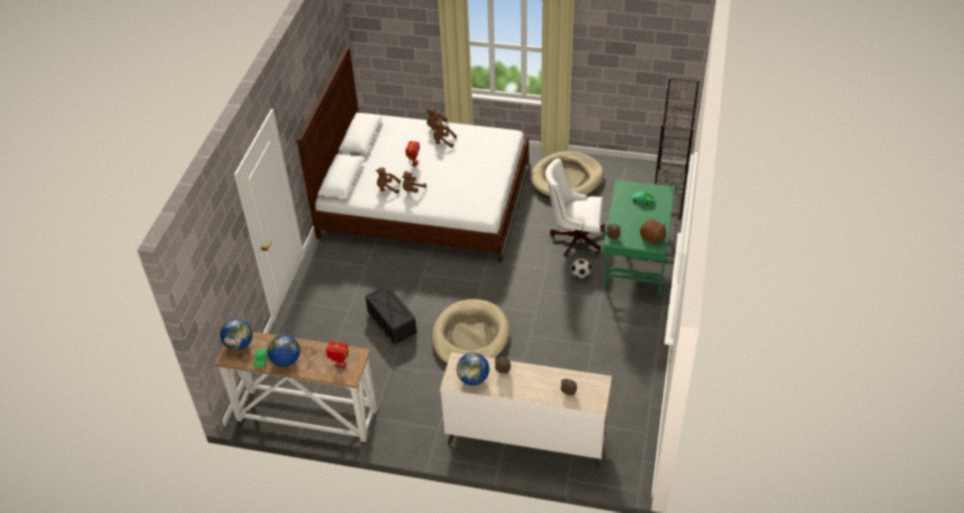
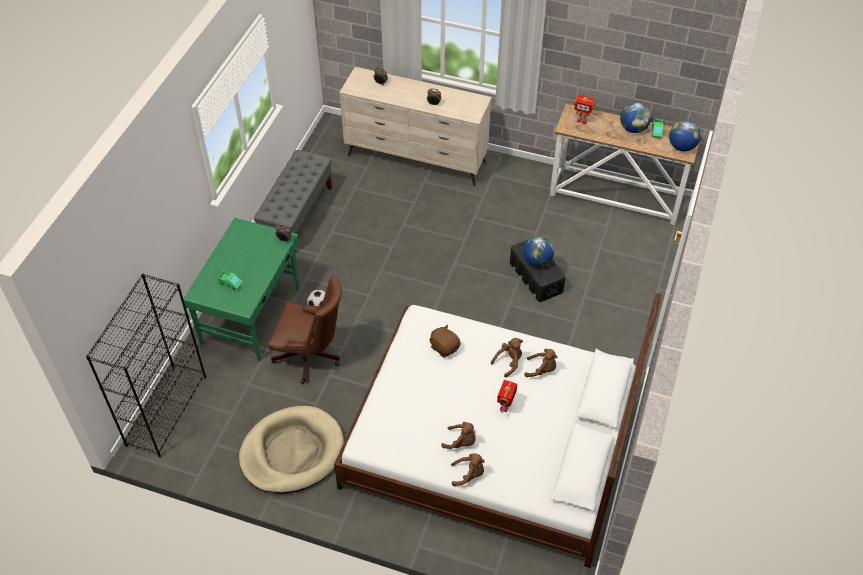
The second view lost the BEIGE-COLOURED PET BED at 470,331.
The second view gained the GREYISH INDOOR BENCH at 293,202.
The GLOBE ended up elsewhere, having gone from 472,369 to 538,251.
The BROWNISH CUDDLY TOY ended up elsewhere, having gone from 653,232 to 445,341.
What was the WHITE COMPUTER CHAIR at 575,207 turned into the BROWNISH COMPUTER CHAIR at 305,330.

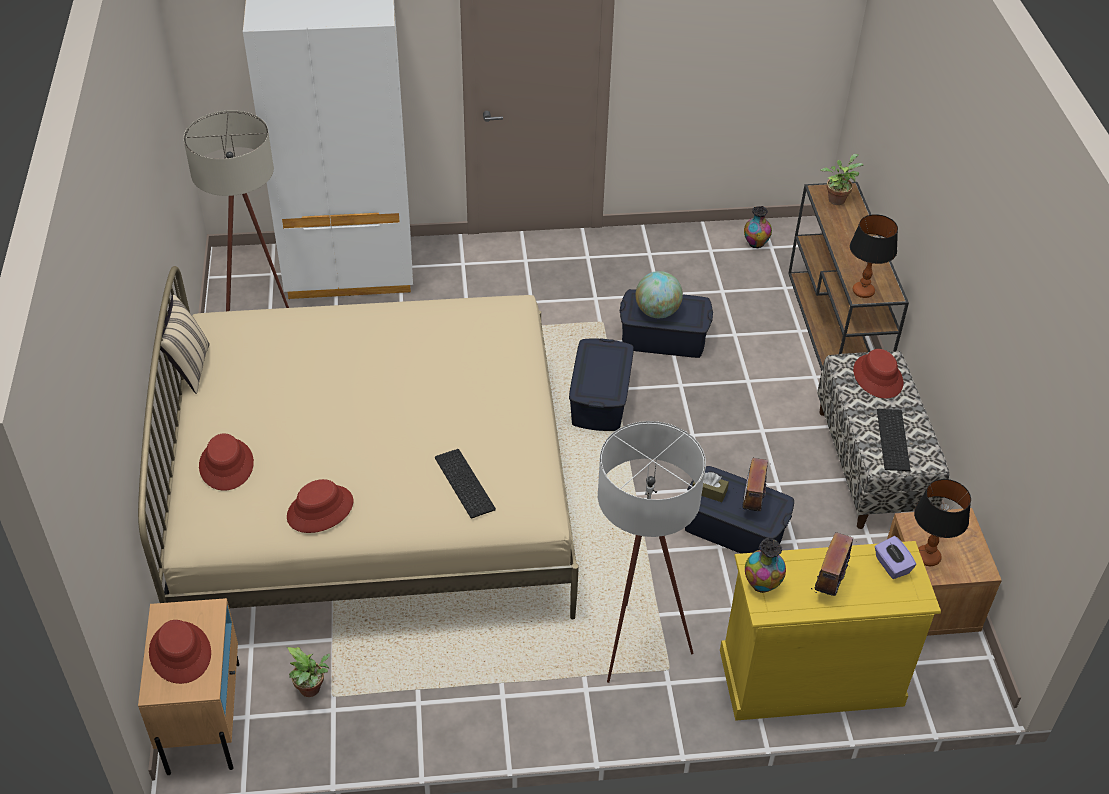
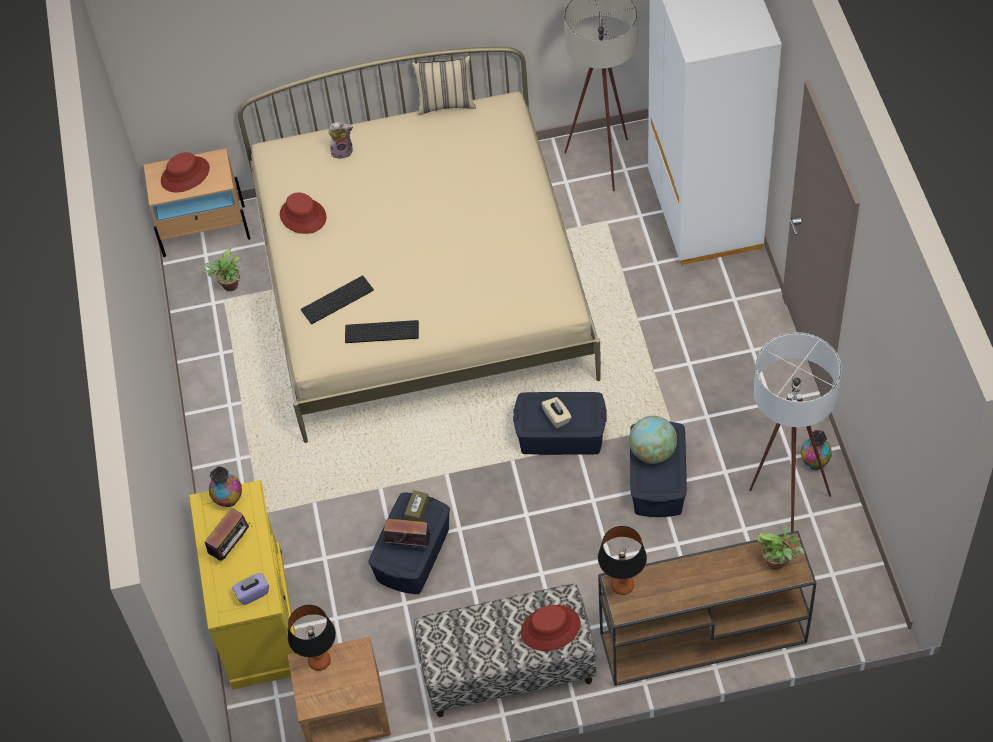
The second view gained the BEIGE-COLOURED TISSUE HOLDER at 556,412.
The WHITE STANDARD LAMP ended up elsewhere, having gone from 652,552 to 795,432.
The FLOWER VASE ended up elsewhere, having gone from 758,227 to 816,450.
The COMPUTER KEYBOARD ended up elsewhere, having gone from 893,440 to 382,331.
Where the RED-COLOURED CLOTHING HAT stood at 226,462, the CUDDLY TOY came to stand at 340,140.
The RADIO RECEIVER at 832,564 ended up facing another way, 105 degrees clockwise from before.

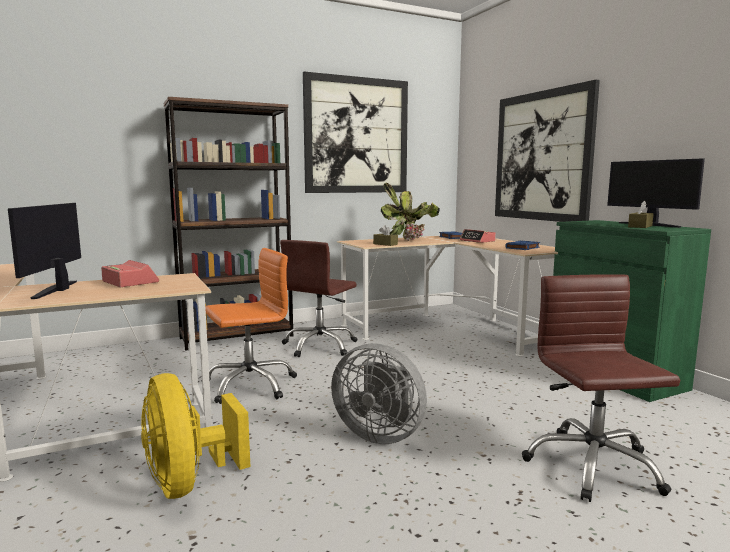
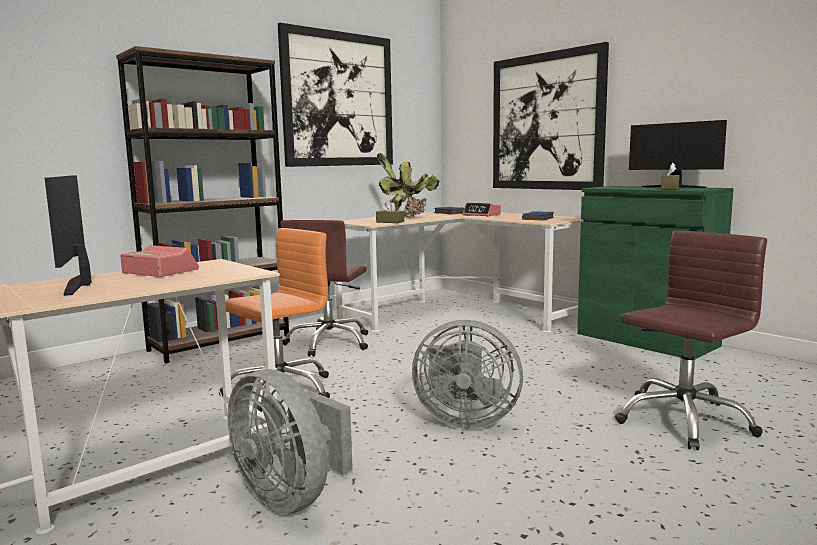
What was the YELLOWISH ELECTRIC FAN at 195,436 turned into the GREYISH ELECTRIC FAN at 290,441.
The BROWNISH COMPUTER CHAIR at 601,388 ended up facing another way, 75 degrees clockwise from before.

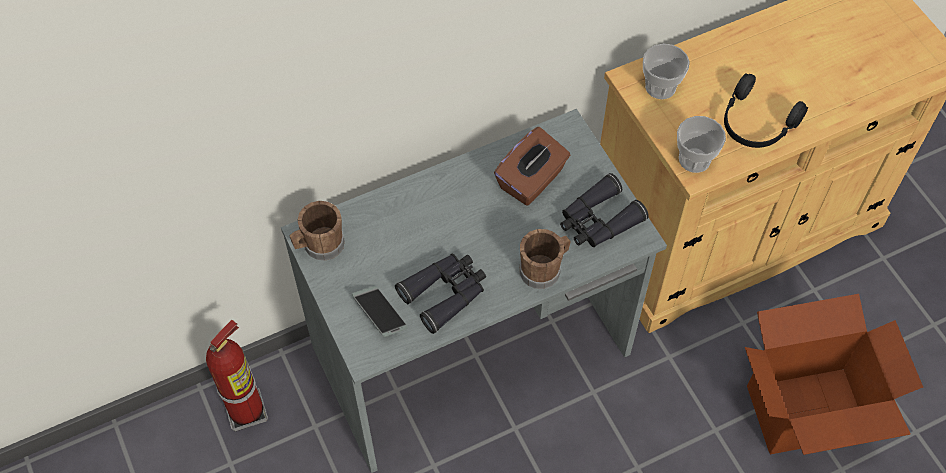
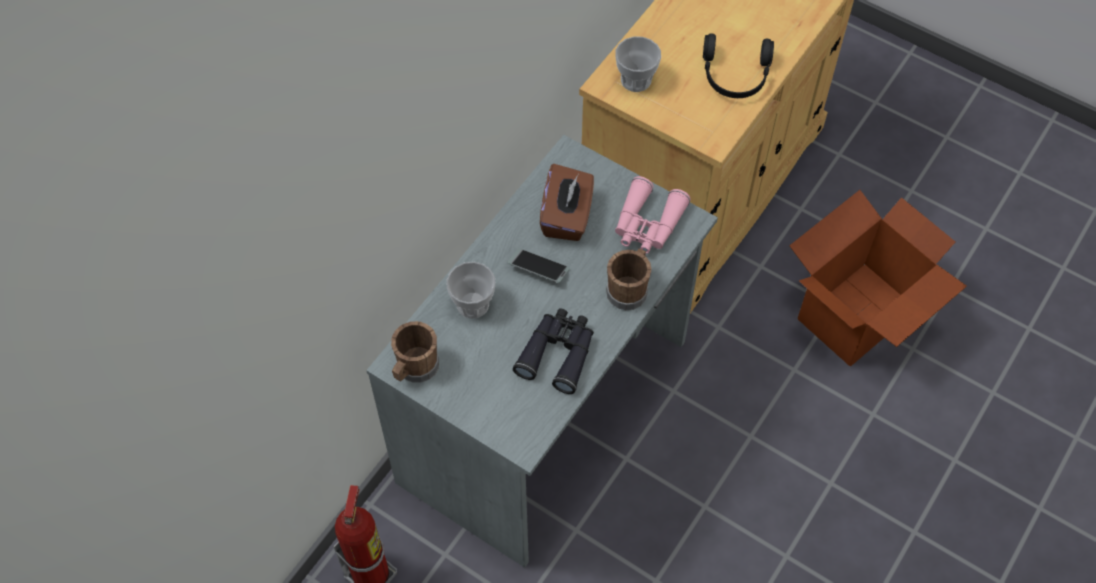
The HANDSET ended up elsewhere, having gone from 380,311 to 538,266.
The SMALL CUP ended up elsewhere, having gone from 701,144 to 471,290.
What was the BLACK-COLOURED FIELD GLASSES at 604,210 turned into the PINKISH FIELD GLASSES at 653,214.

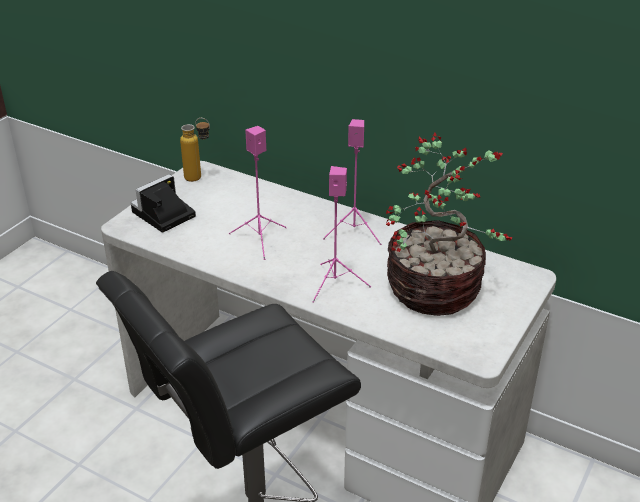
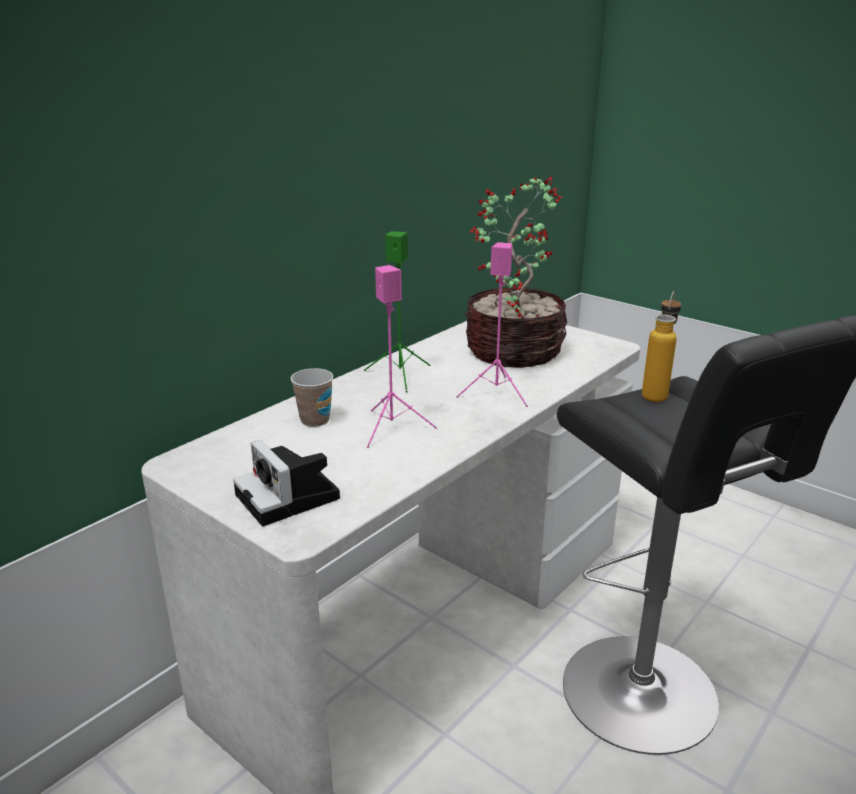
The second view gained the SMALL CUP at 311,397.
The DRINK BOTTLE ended up elsewhere, having gone from 195,150 to 661,346.
What was the PINKISH LOUDSPEAKER at 352,182 turned into the GREEN-COLOURED LOUDSPEAKER at 397,311.

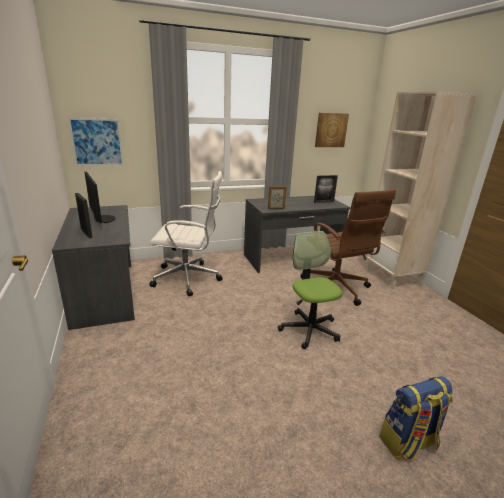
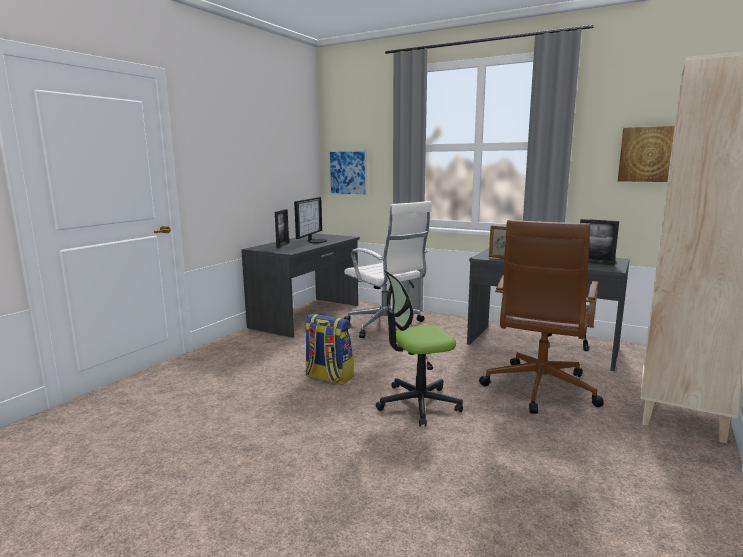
The BACKPACK ended up elsewhere, having gone from 416,419 to 329,349.
The COMPUTER CHAIR at 310,290 ended up facing another way, 135 degrees counterclockwise from before.

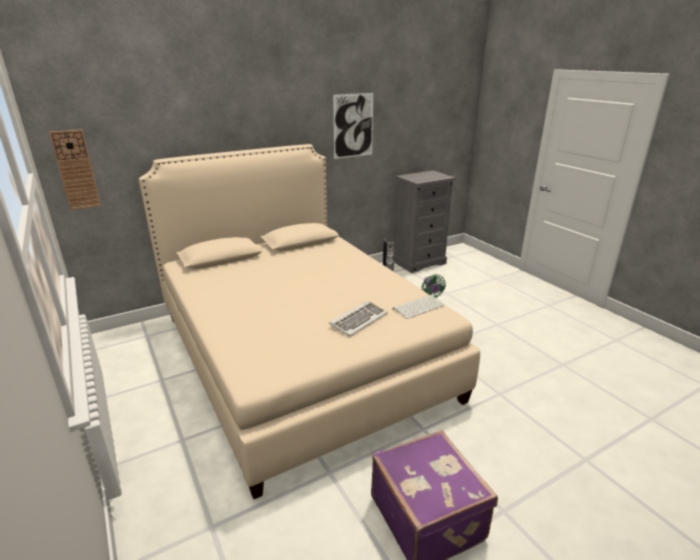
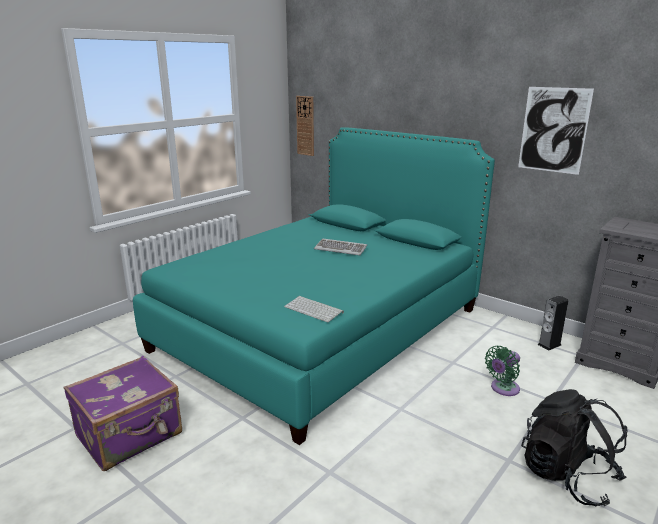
The second view gained the BLACK-COLOURED BACKPACK at 574,447.
The COMPUTER KEYBOARD ended up elsewhere, having gone from 358,318 to 340,246.
What was the BEIGE-COLOURED SLEEPING BED at 309,321 turned into the BLUE-GREEN SLEEPING BED at 314,286.

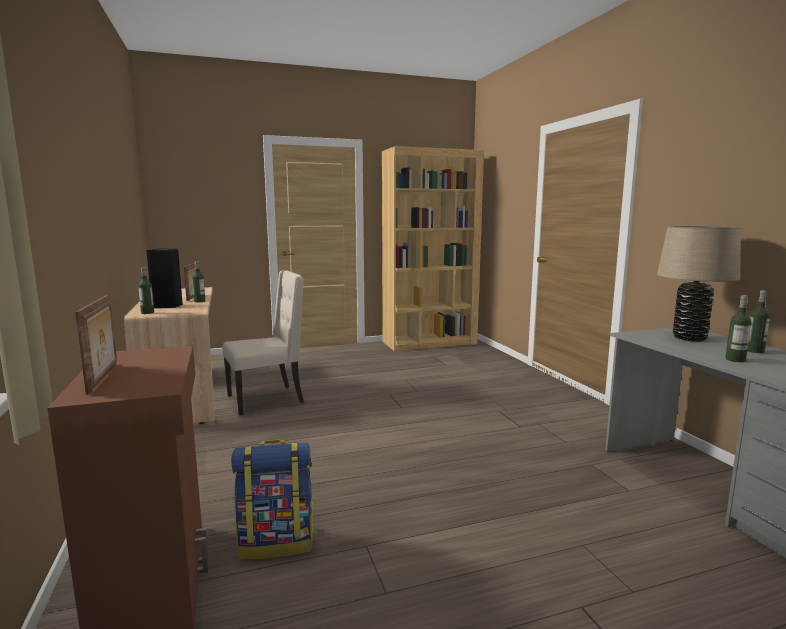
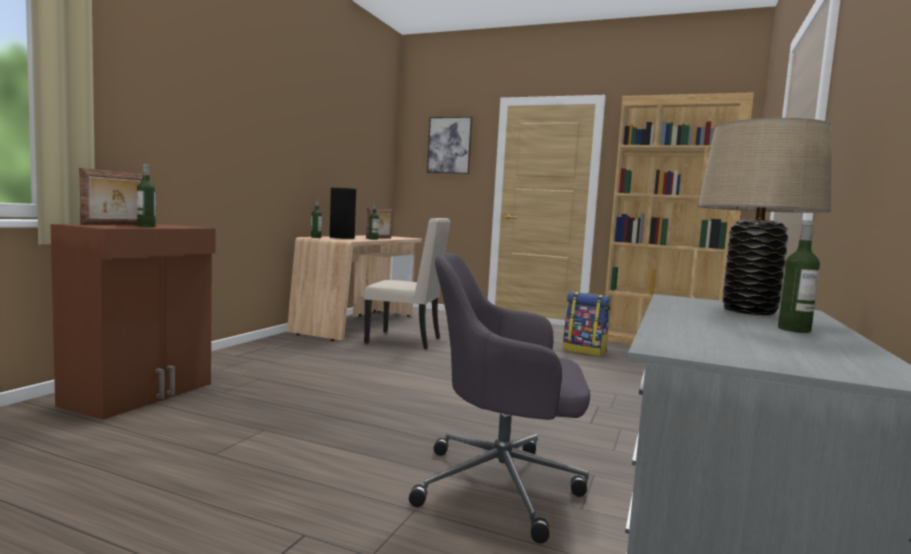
The second view gained the GREYISH COMPUTER CHAIR at 499,398.
The second view gained the PICTURE at 450,145.
The BACKPACK ended up elsewhere, having gone from 272,500 to 586,324.
The DRINK BOTTLE ended up elsewhere, having gone from 738,328 to 146,195.

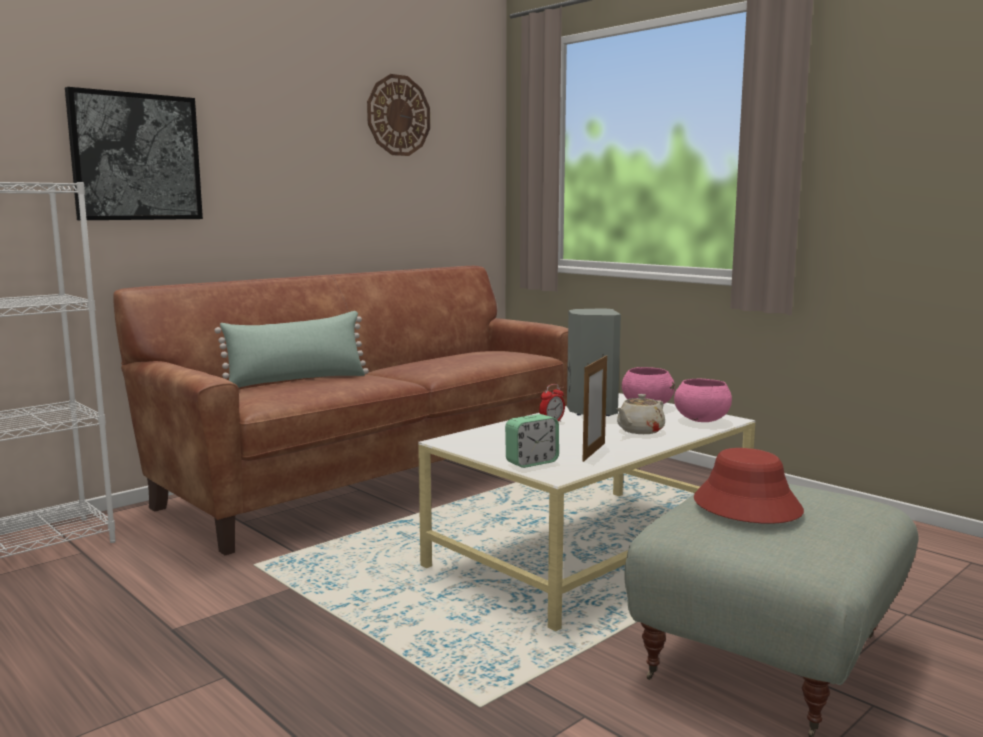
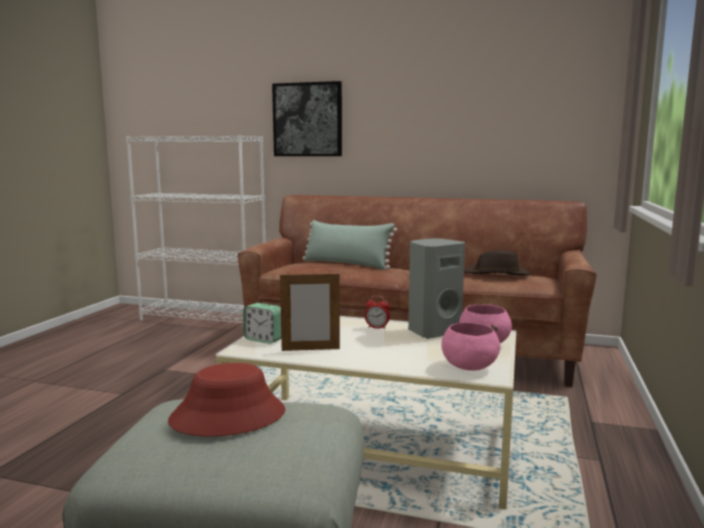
The second view lost the HANGING CLOCK at 398,115.
The second view lost the BEIGE-COLOURED TEA POT at 640,414.
The second view gained the BROWNISH CLOTHING HAT at 497,263.

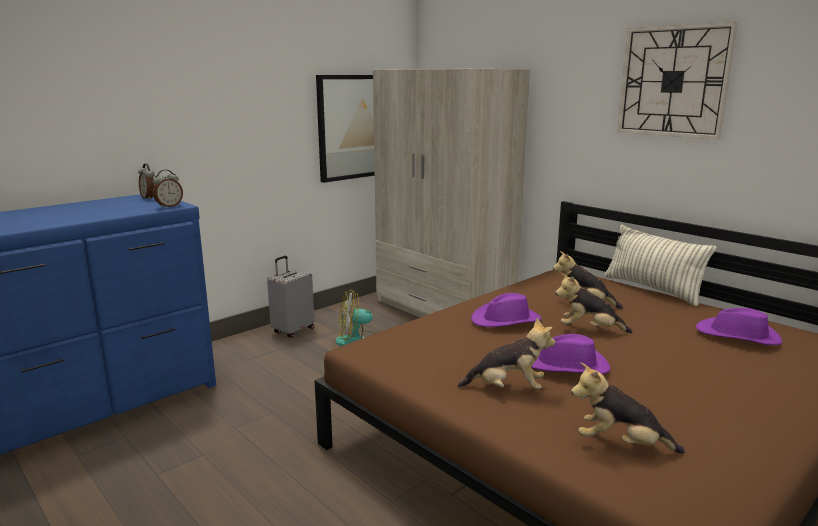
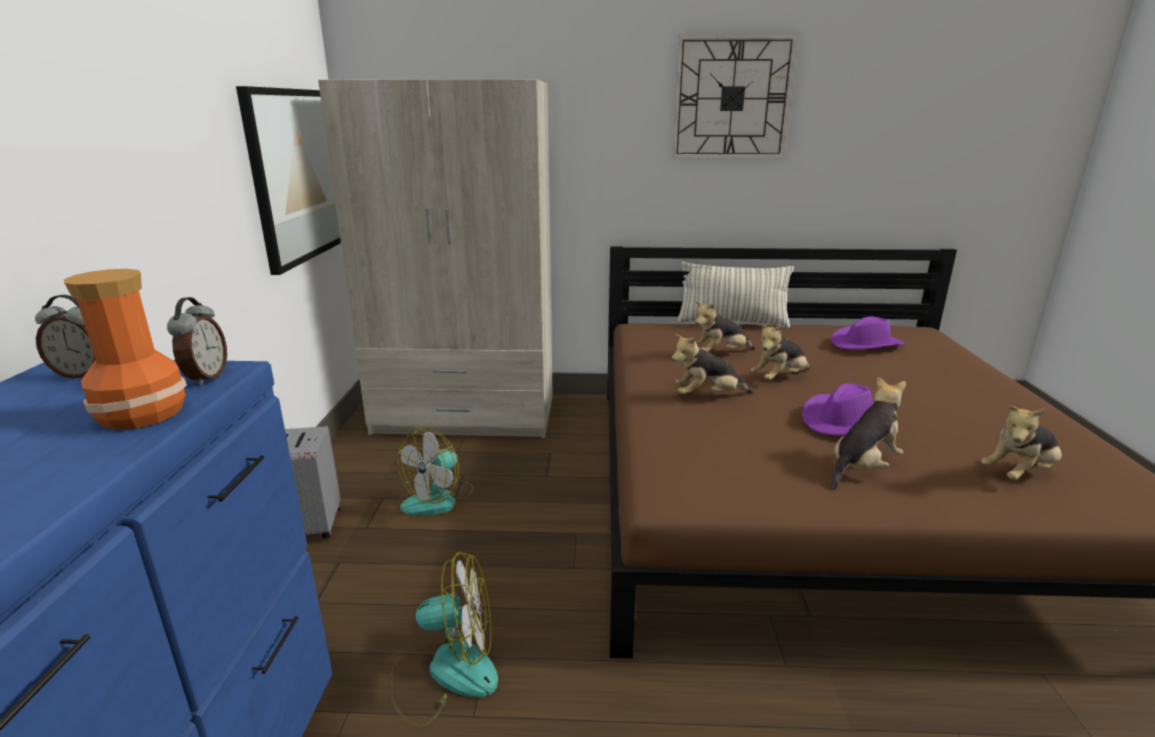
The second view gained the FLOWER VASE at 125,349.
The second view gained the ELECTRIC FAN at 444,640.
Where the PURPLISH CLOTHING HAT stood at 506,310, the CUDDLY TOY came to stand at 712,364.

